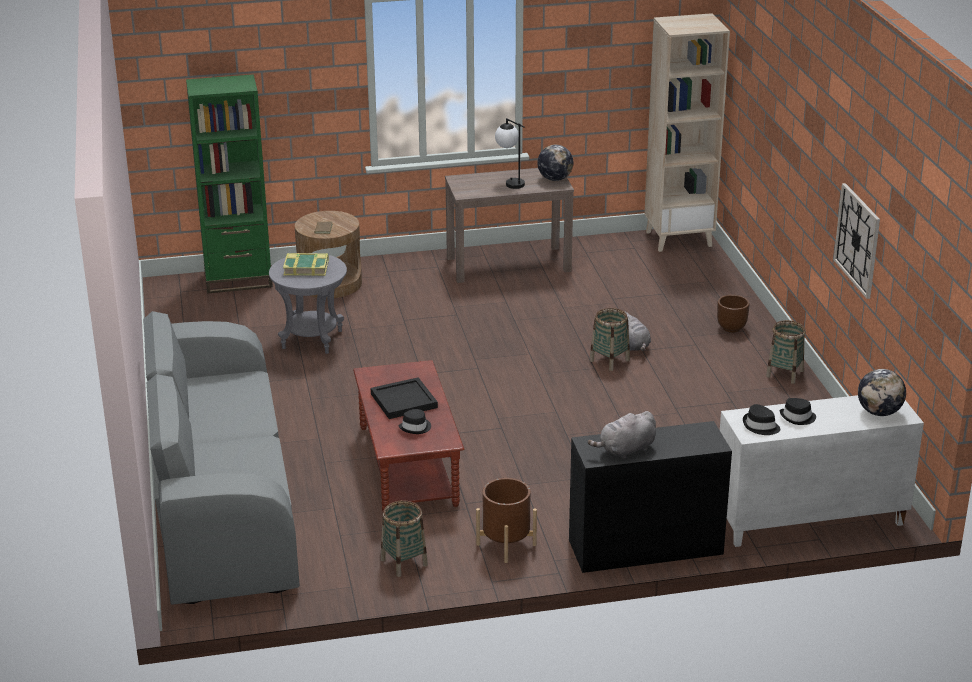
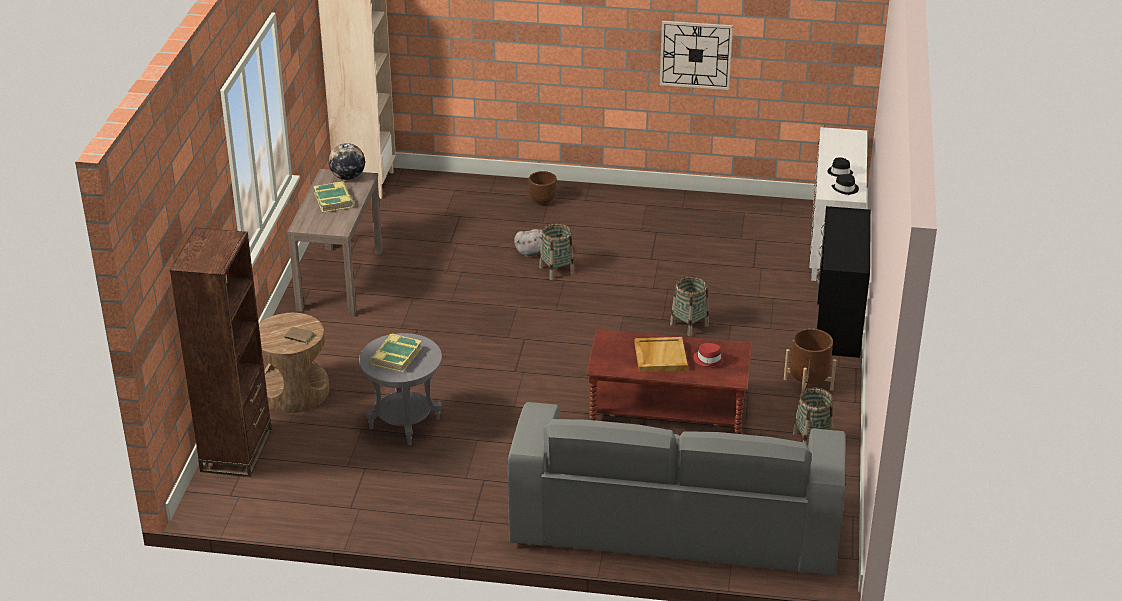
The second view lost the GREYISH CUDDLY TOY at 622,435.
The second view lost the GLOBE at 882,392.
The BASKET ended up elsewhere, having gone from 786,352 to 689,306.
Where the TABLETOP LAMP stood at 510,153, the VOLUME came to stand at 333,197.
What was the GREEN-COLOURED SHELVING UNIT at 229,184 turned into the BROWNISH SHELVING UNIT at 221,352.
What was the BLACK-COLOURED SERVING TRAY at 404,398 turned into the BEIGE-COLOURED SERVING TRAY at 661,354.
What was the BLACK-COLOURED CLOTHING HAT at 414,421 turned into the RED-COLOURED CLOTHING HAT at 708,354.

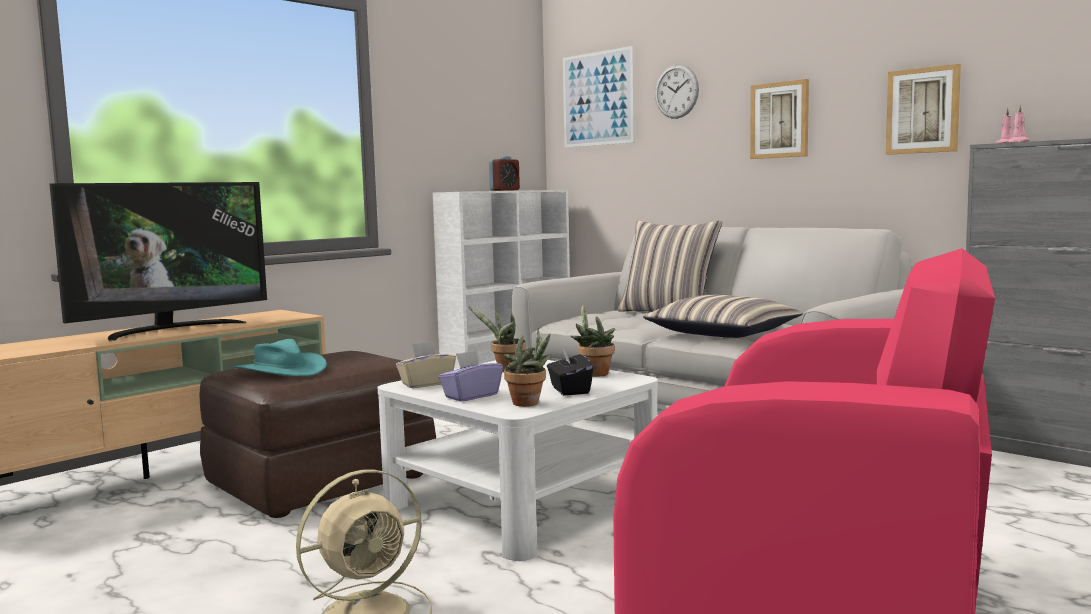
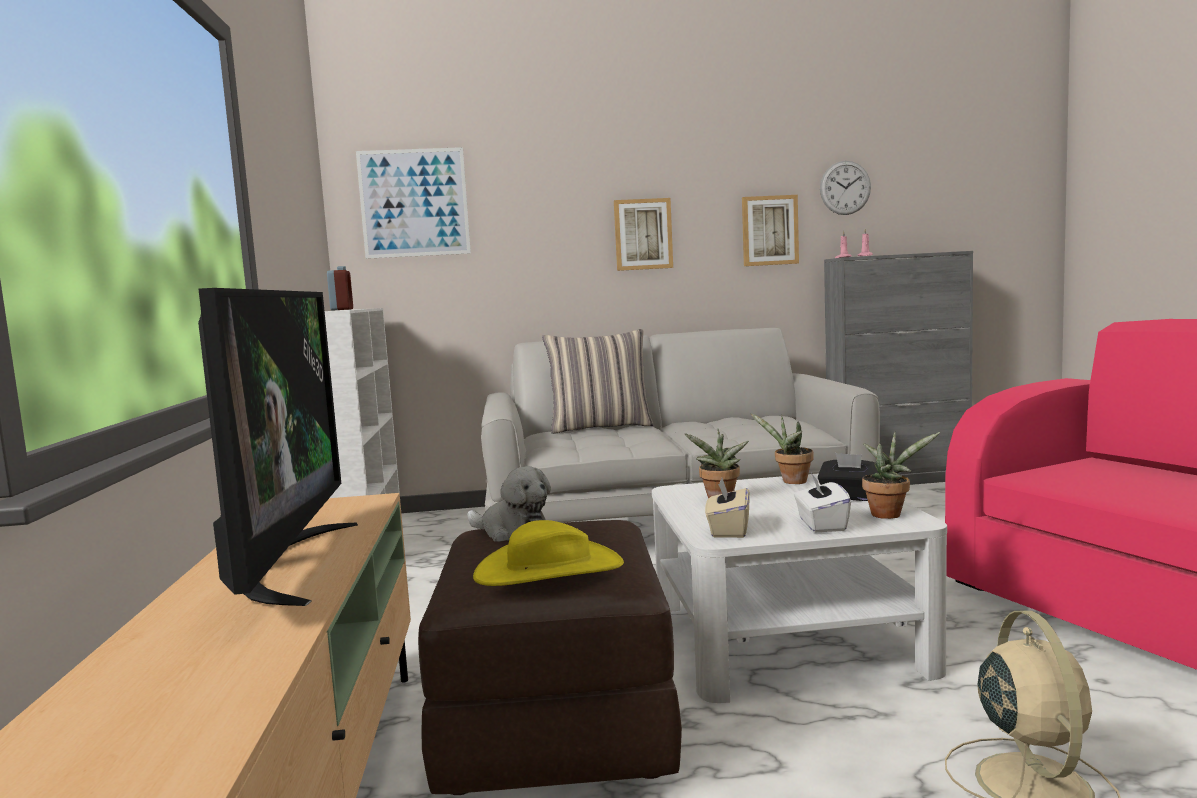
The second view lost the CUSHION at 723,316.
The second view gained the CUDDLY TOY at 509,504.
The HANGING CLOCK ended up elsewhere, having gone from 677,91 to 845,188.
What was the BLUE-GREEN CLOTHING HAT at 280,358 turned into the YELLOWISH CLOTHING HAT at 548,553.
What was the PURPLISH TISSUE HOLDER at 470,376 turned into the WHITE TISSUE HOLDER at 822,502.

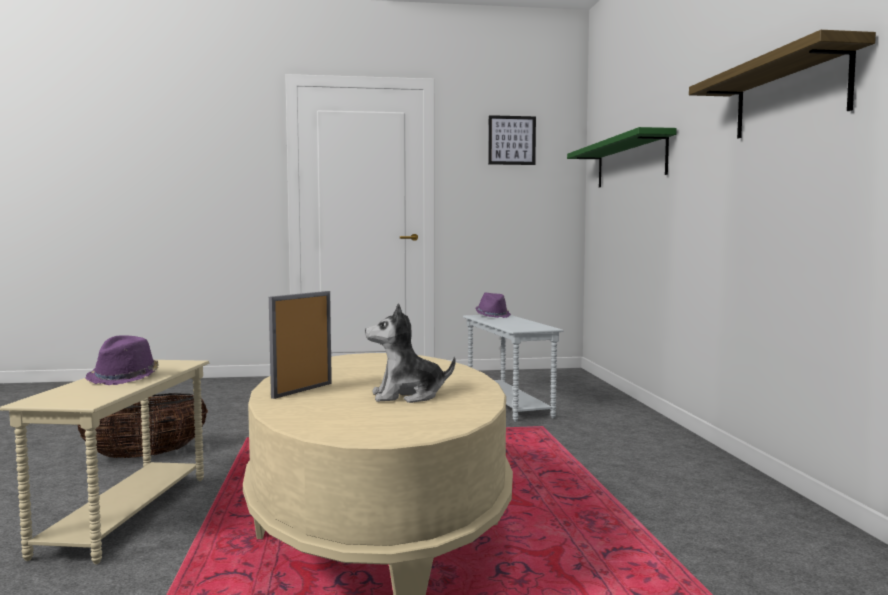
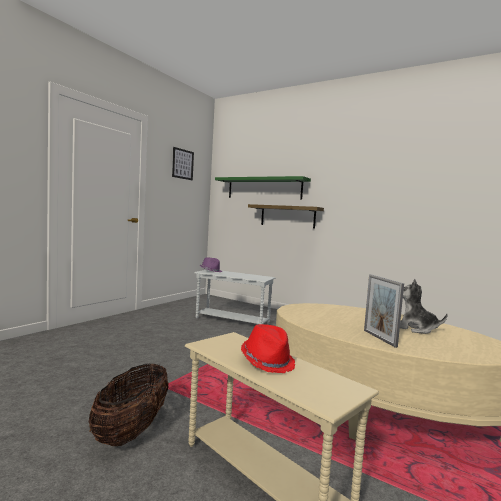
The WALL SHELF ended up elsewhere, having gone from 782,84 to 286,216.
What was the PURPLISH CLOTHING HAT at 122,360 turned into the RED-COLOURED CLOTHING HAT at 268,348.
The CUDDLY TOY at 410,353 ended up facing another way, 90 degrees clockwise from before.

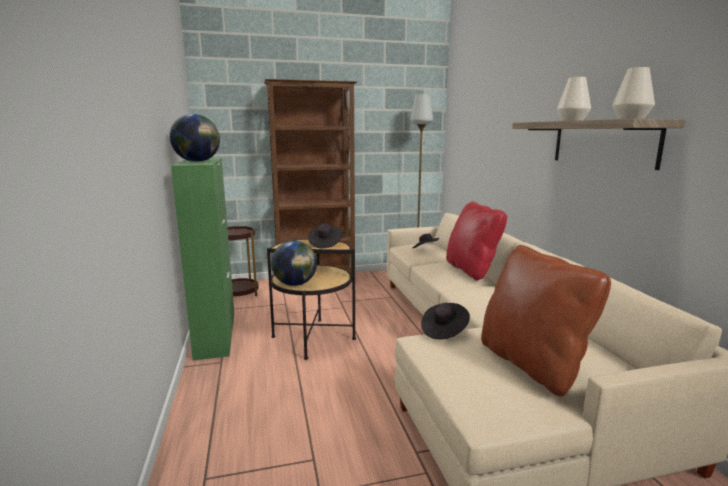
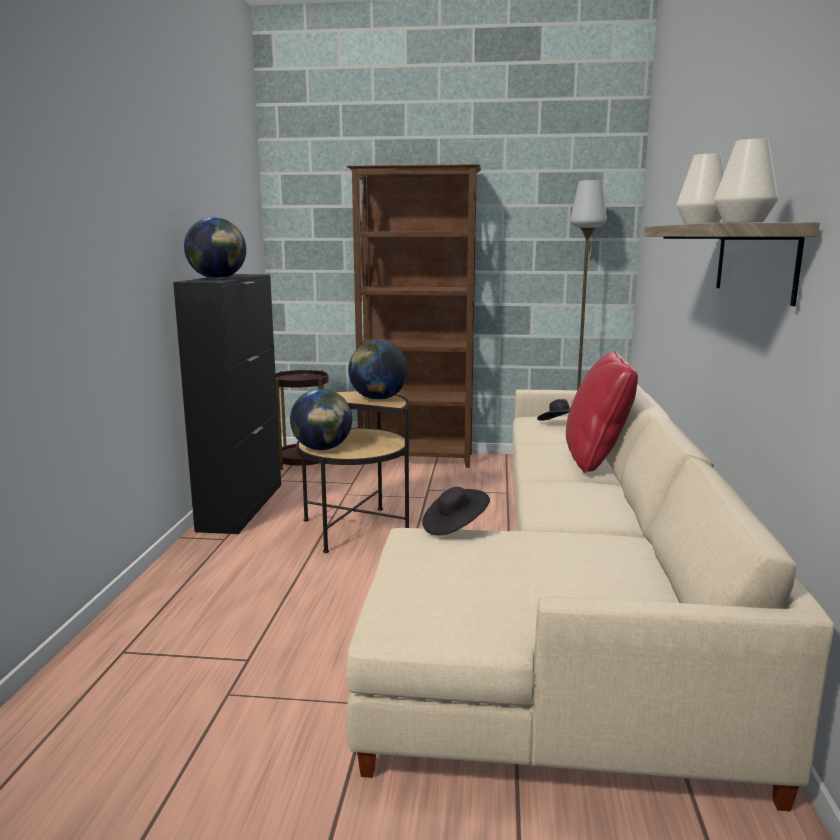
The second view lost the BROWNISH CUSHION at 546,321.
Where the BLACK-COLOURED CLOTHING HAT stood at 325,235, the GLOBE came to stand at 378,370.
What was the GREEN-COLOURED STORAGE CABINET at 202,259 turned into the BLACK-COLOURED STORAGE CABINET at 227,404.

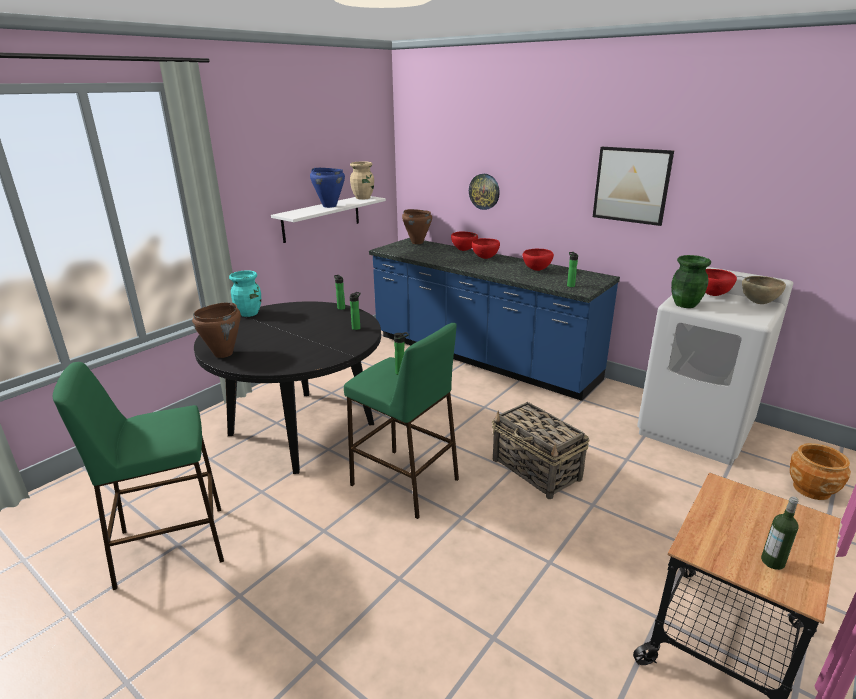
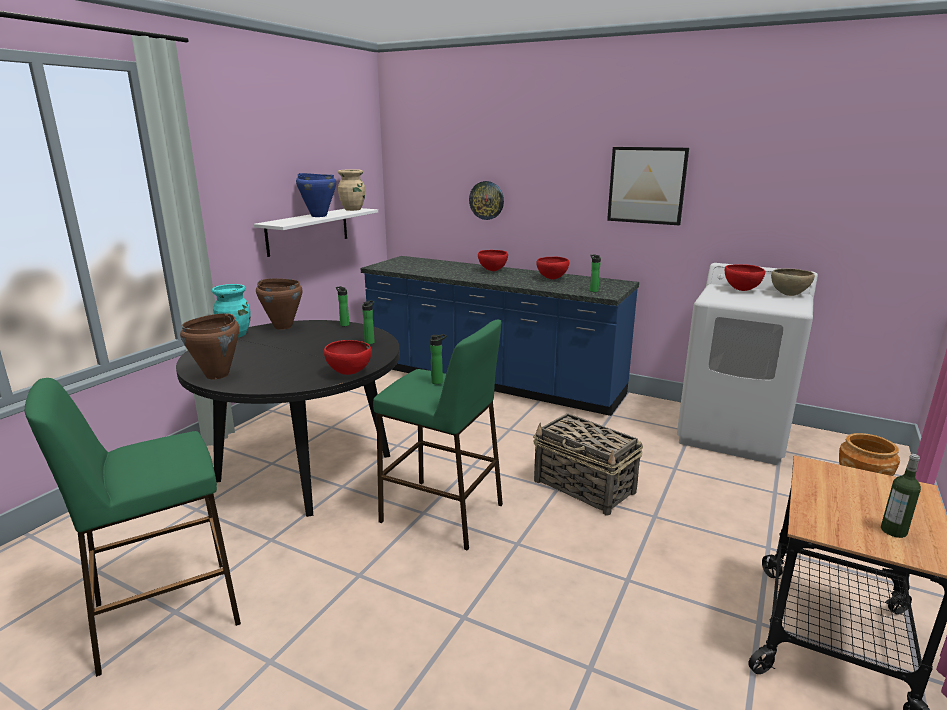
The second view lost the GREEN-COLOURED FLOWER VASE at 691,281.
The BROWNISH SAUCEPOT ended up elsewhere, having gone from 417,226 to 279,304.
The RED-COLOURED SERVING BOWL ended up elsewhere, having gone from 464,241 to 347,357.

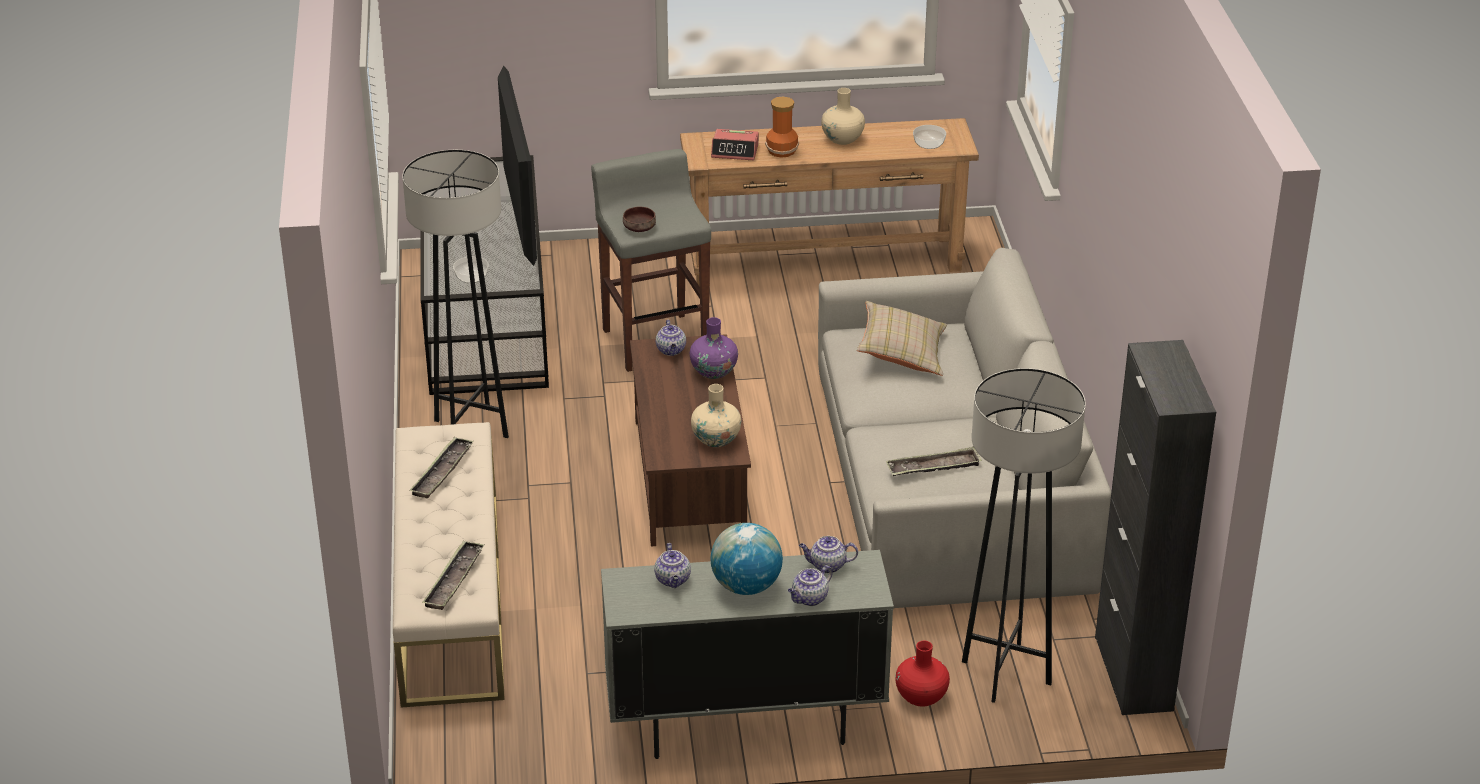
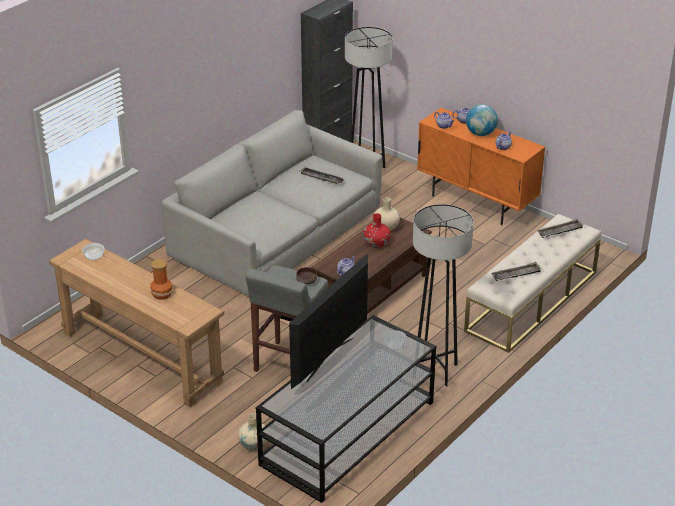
The second view lost the PURPLISH FLOWER VASE at 714,348.
The second view lost the TABLE CLOCK at 735,144.
The second view lost the BEIGE-COLOURED CUSHION at 902,338.
The BEIGE-COLOURED FLOWER VASE ended up elsewhere, having gone from 843,116 to 252,432.
The RED-COLOURED FLOWER VASE ended up elsewhere, having gone from 922,673 to 377,230.
What was the GREYISH STORAGE CABINET at 747,654 turned into the ORANGEY STORAGE CABINET at 481,166.

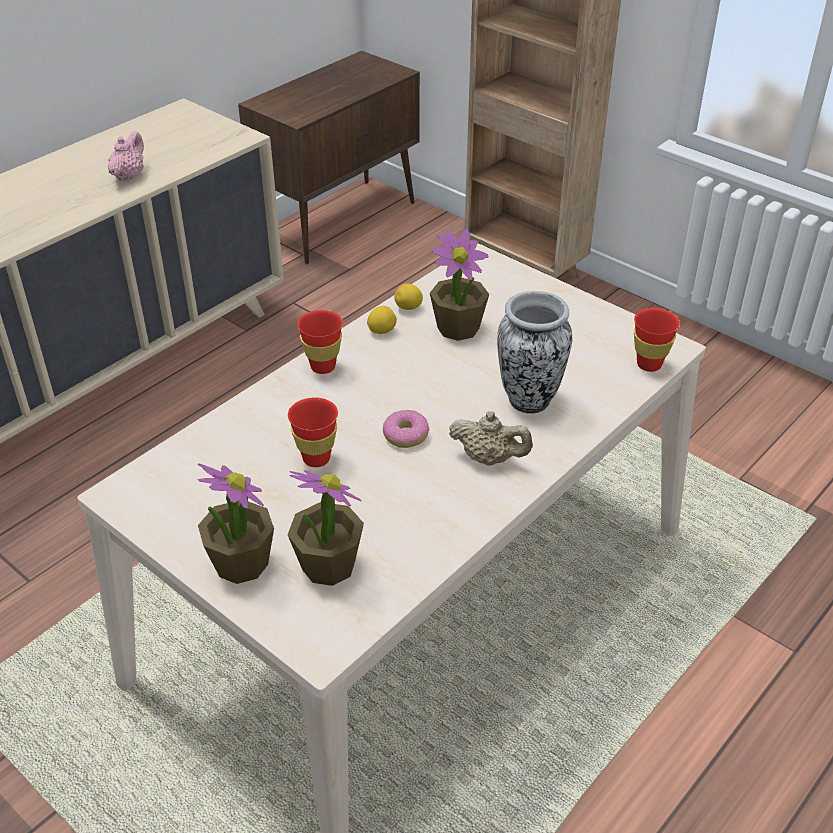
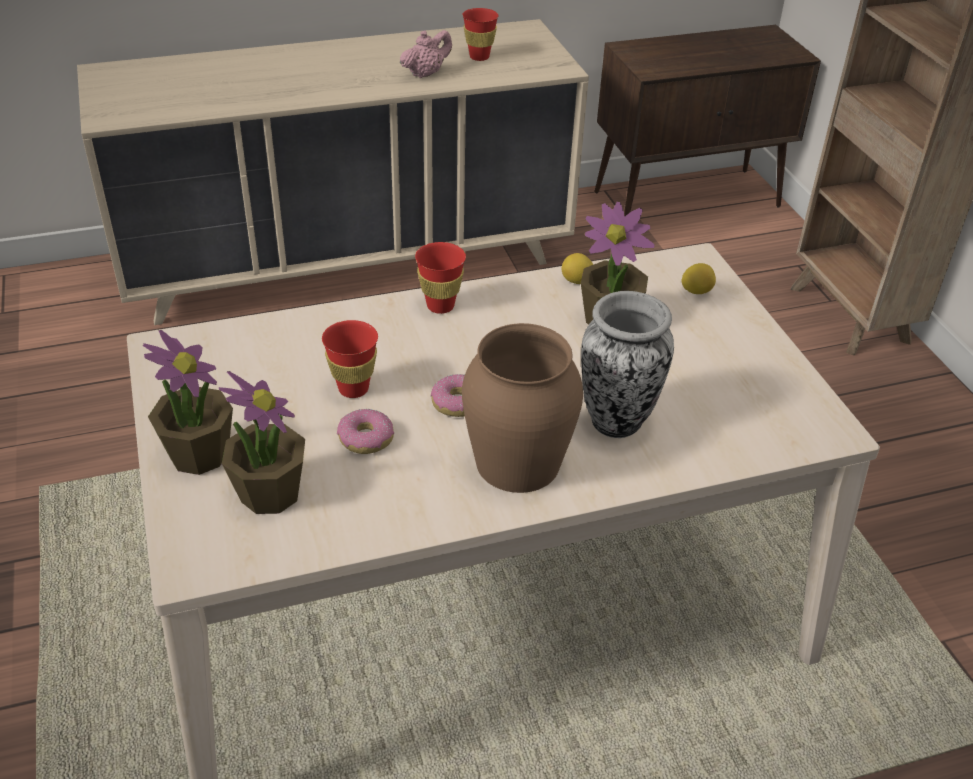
The second view gained the RING DOUGHNUT at 365,431.
The WHOLE LEMON ended up elsewhere, having gone from 382,320 to 698,278.
The RED-COLOURED SMALL CUP ended up elsewhere, having gone from 657,340 to 480,34.
Where the BEIGE-COLOURED TEA POT stood at 491,438, the BROWNISH FLOWER VASE came to stand at 522,408.

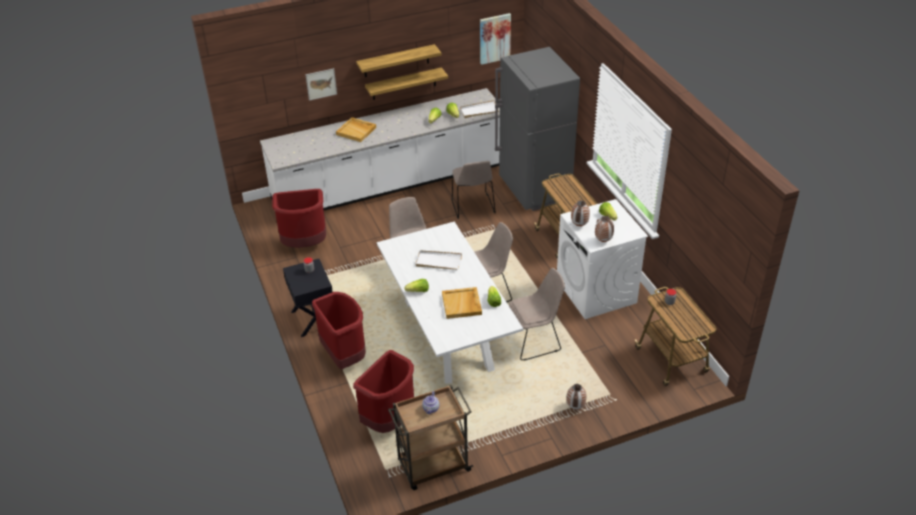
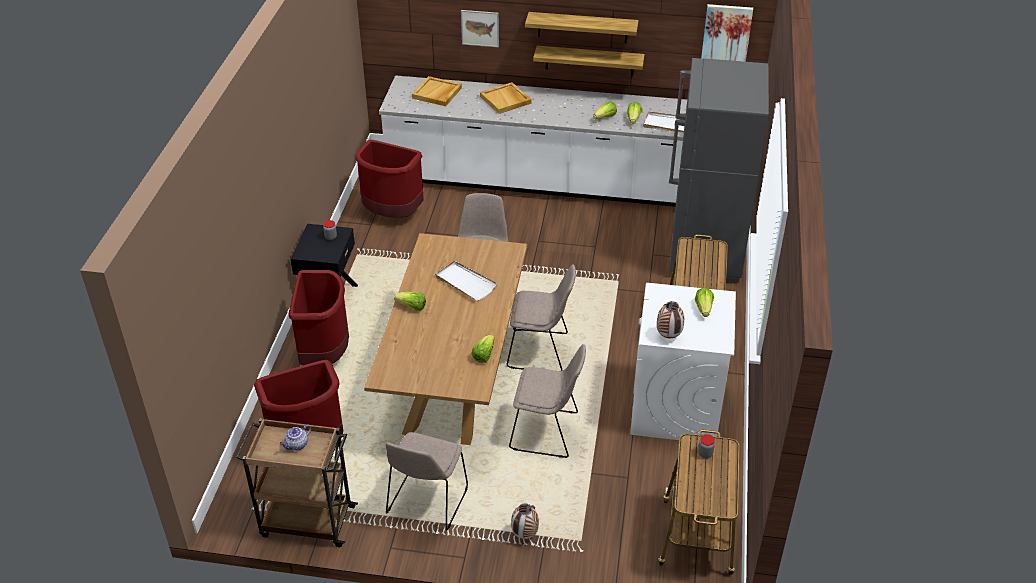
The second view lost the FLOWER VASE at 580,213.
The BEIGE-COLOURED SERVING TRAY ended up elsewhere, having gone from 462,303 to 437,91.
The BEIGE-COLOURED CHAIR ended up elsewhere, having gone from 473,190 to 427,481.
What was the WHITE KITCHEN TABLE at 450,303 turned into the BROWNISH KITCHEN TABLE at 445,339.

